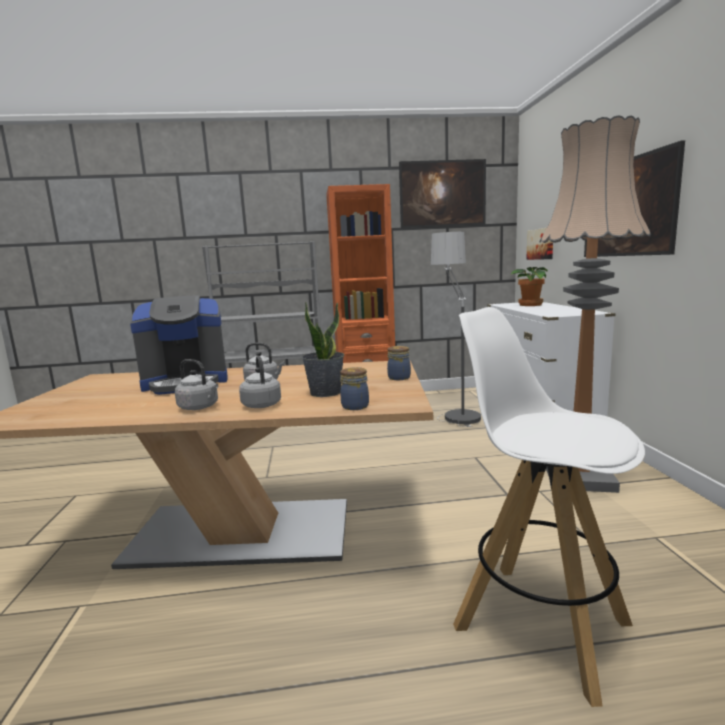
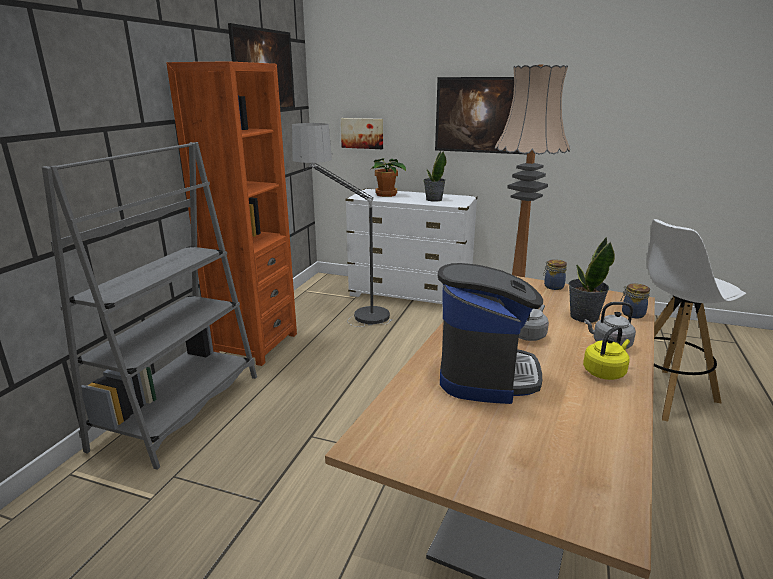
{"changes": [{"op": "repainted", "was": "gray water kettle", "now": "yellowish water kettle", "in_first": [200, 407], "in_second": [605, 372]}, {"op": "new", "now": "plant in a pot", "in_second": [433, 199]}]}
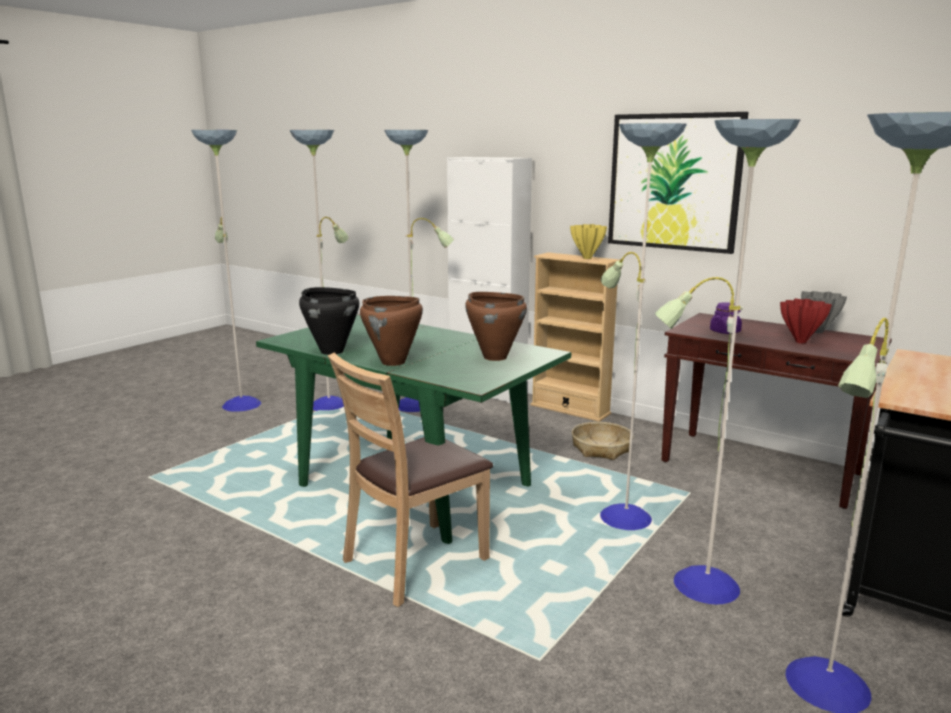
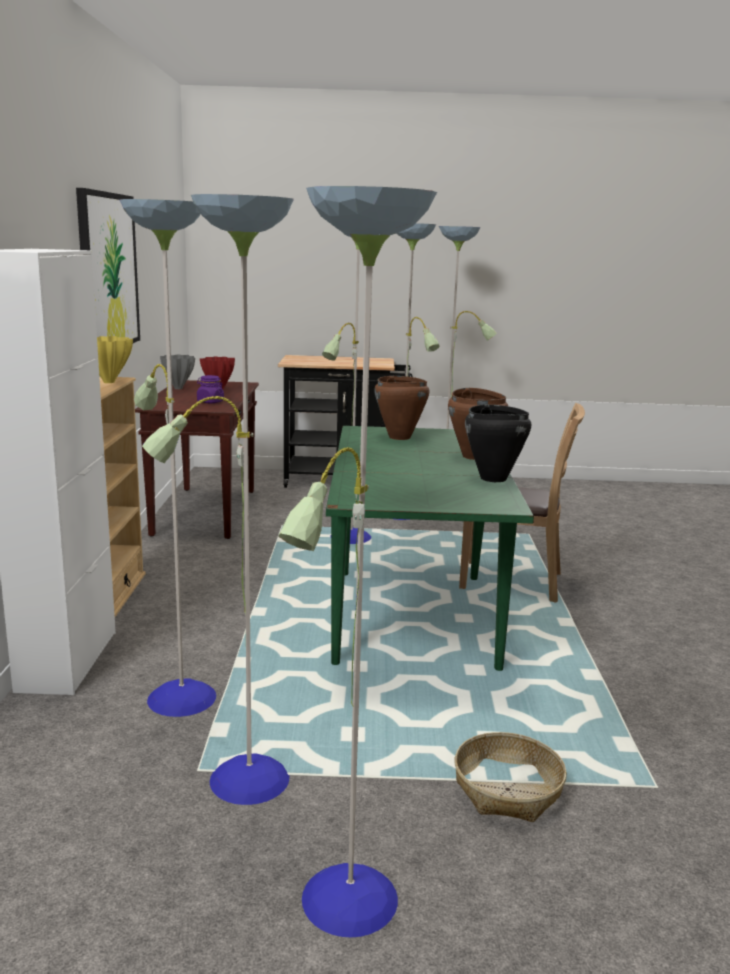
{"changes": [{"op": "shifted", "was": "household basket", "in_first": [601, 448], "in_second": [507, 789]}]}
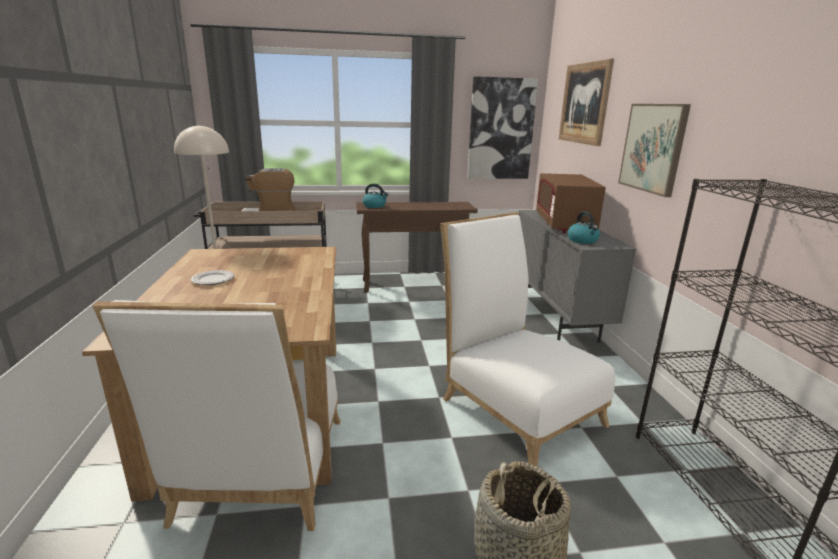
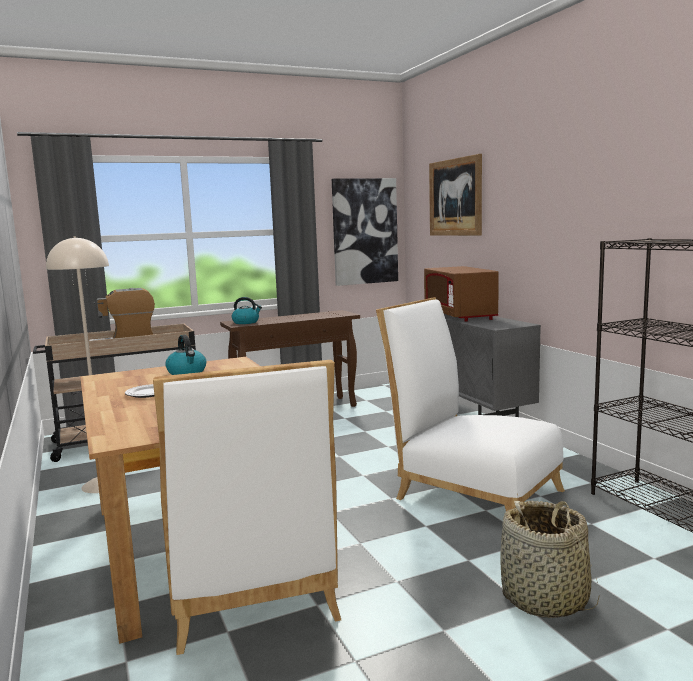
{"changes": [{"op": "gone", "was": "wall picture", "in_first": [653, 148]}, {"op": "shifted", "was": "water kettle", "in_first": [583, 240], "in_second": [187, 372]}]}
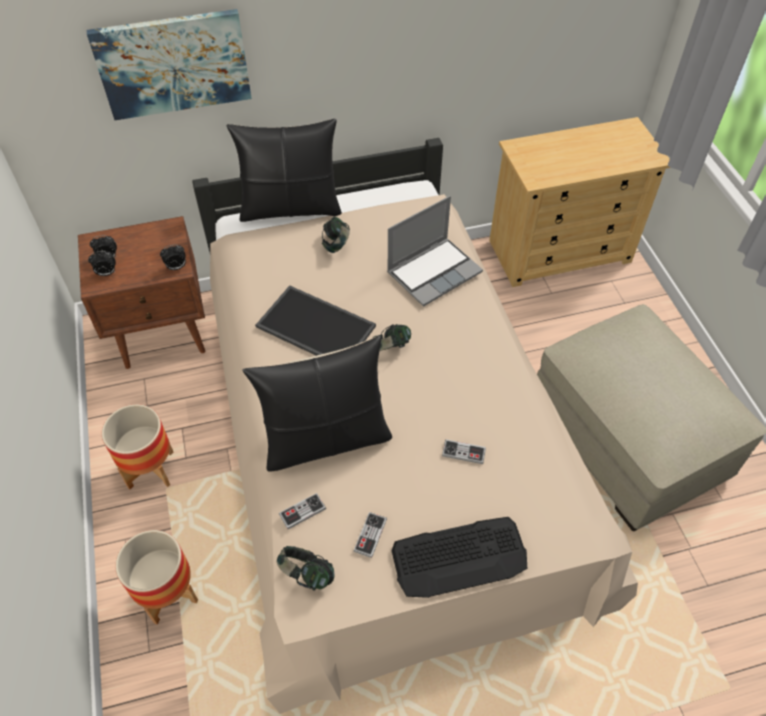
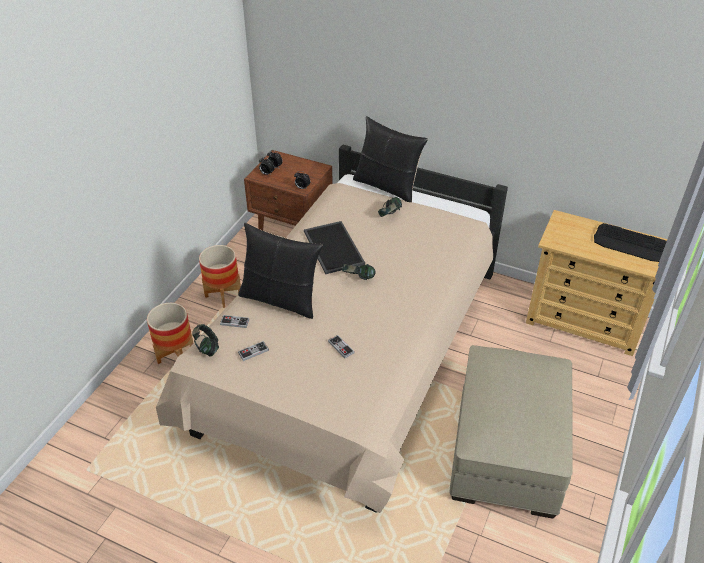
{"changes": [{"op": "gone", "was": "wall picture", "in_first": [173, 64]}, {"op": "gone", "was": "portable computer", "in_first": [434, 271]}, {"op": "shifted", "was": "computer keyboard", "in_first": [460, 557], "in_second": [631, 244]}]}
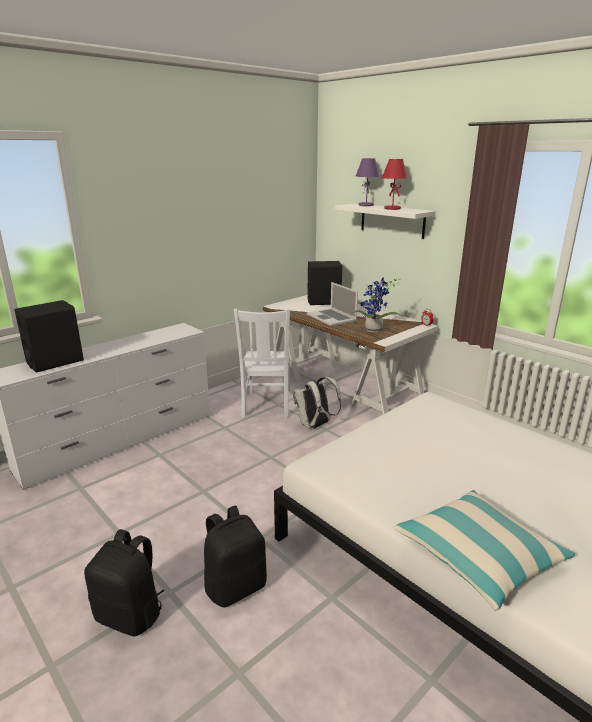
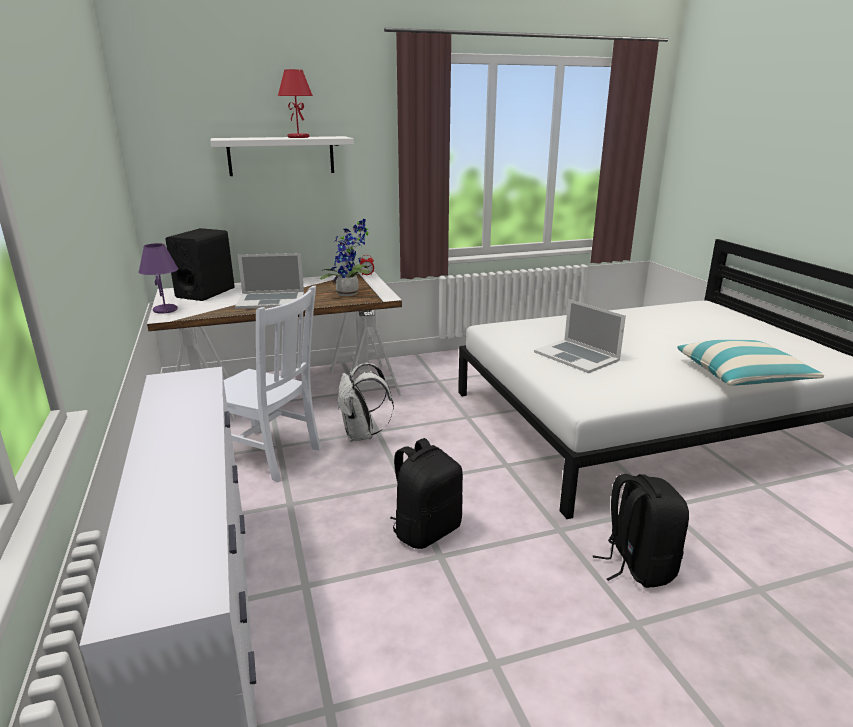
{"changes": [{"op": "shifted", "was": "purple-coloured table lamp", "in_first": [366, 205], "in_second": [166, 310]}, {"op": "gone", "was": "black-coloured audio speaker", "in_first": [55, 362]}, {"op": "shifted", "was": "black-coloured backpack", "in_first": [131, 614], "in_second": [426, 530]}, {"op": "new", "now": "portable computer", "in_second": [576, 356]}]}
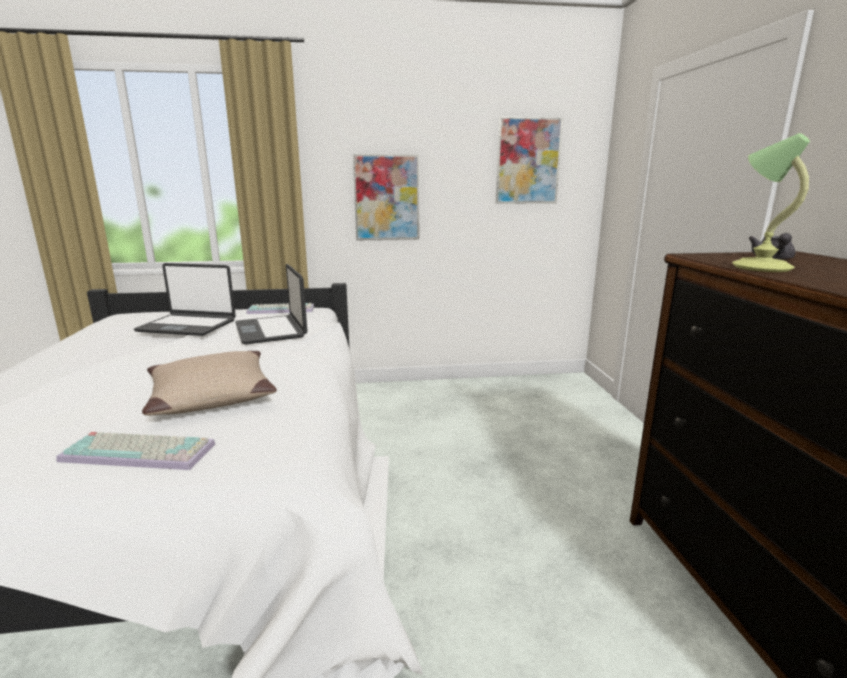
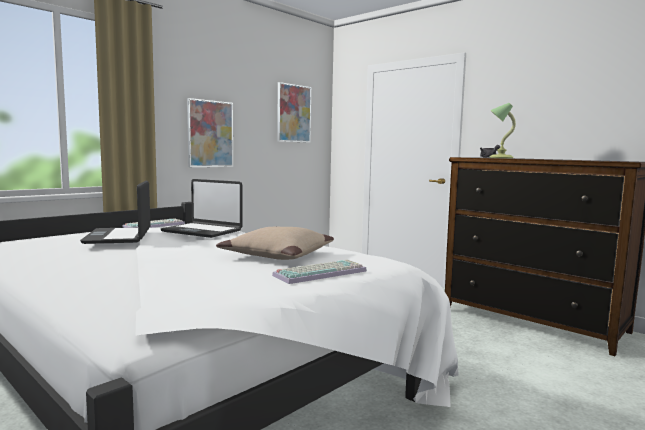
{"changes": [{"op": "rotated", "was": "portable computer", "in_first": [188, 326], "in_second": [119, 237], "clockwise": 105}]}
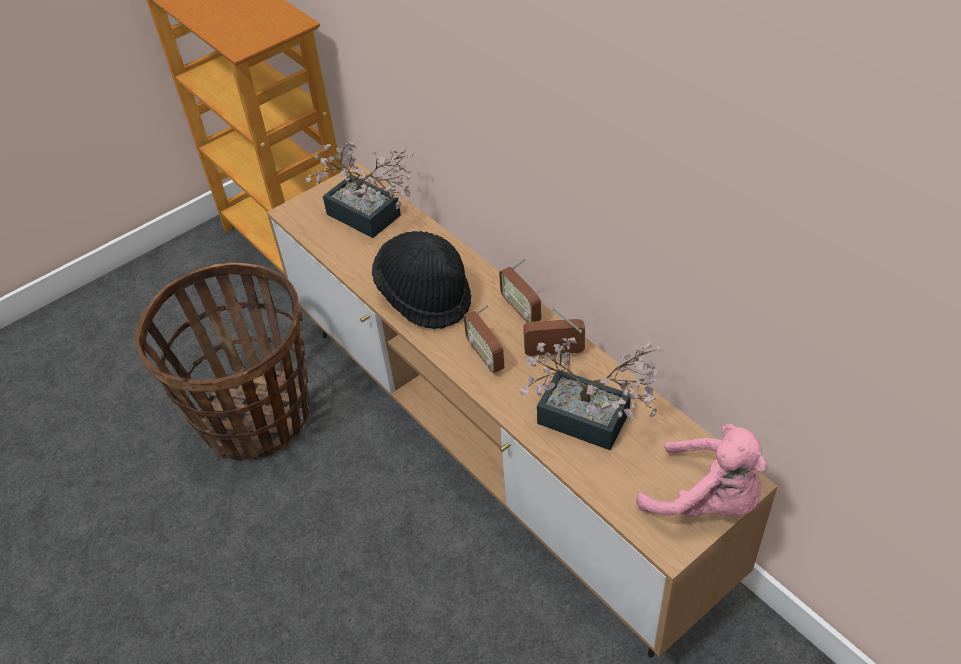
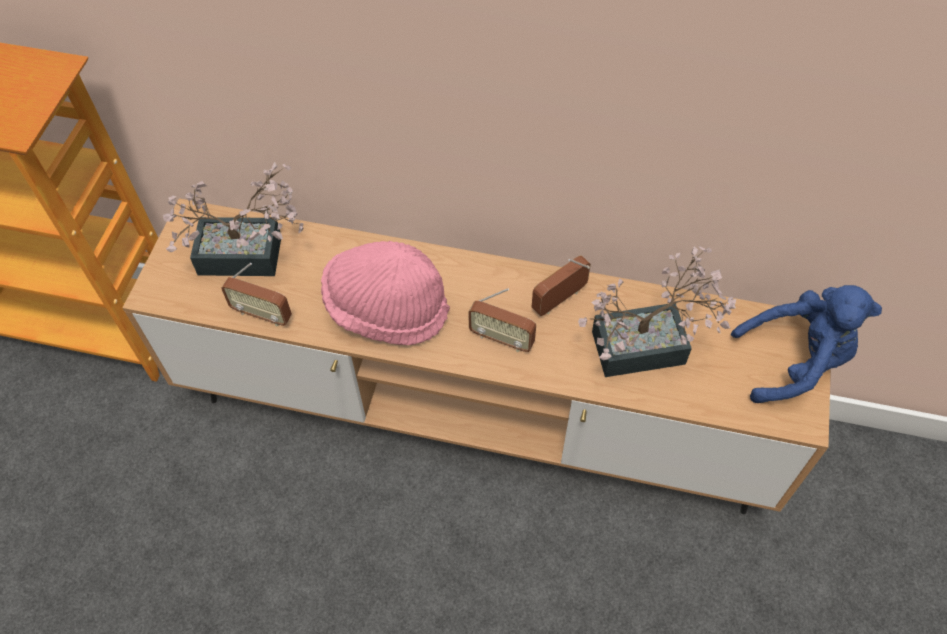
{"changes": [{"op": "repainted", "was": "black-coloured clothing hat", "now": "pinkish clothing hat", "in_first": [425, 295], "in_second": [386, 309]}, {"op": "shifted", "was": "radio set", "in_first": [521, 310], "in_second": [262, 314]}, {"op": "gone", "was": "household basket", "in_first": [256, 418]}, {"op": "repainted", "was": "pinkish soft toy", "now": "blue-coloured soft toy", "in_first": [707, 500], "in_second": [795, 361]}]}
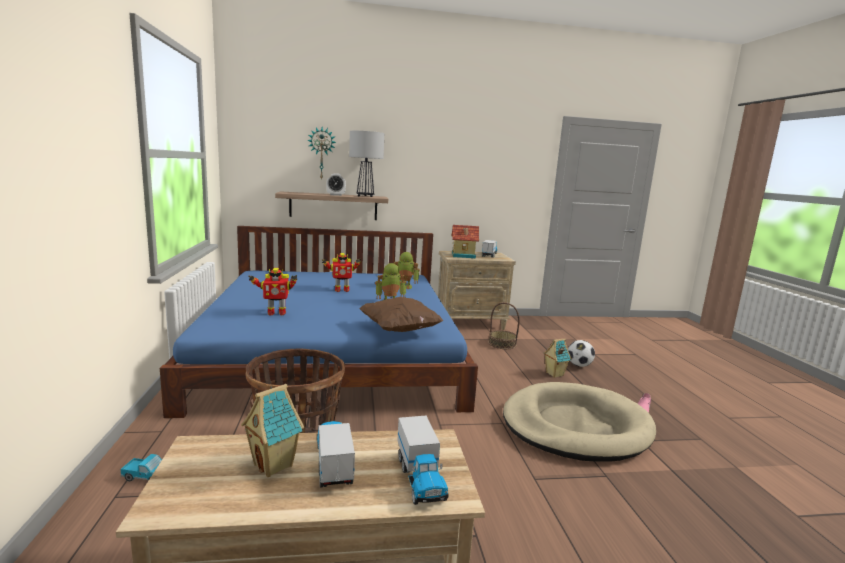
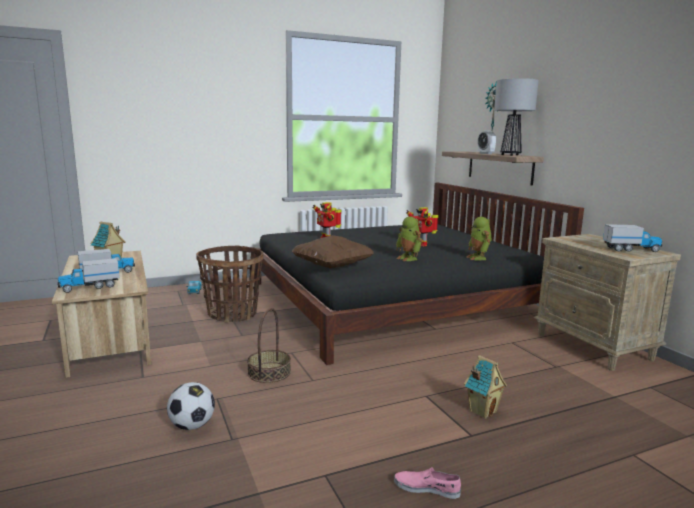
{"changes": [{"op": "gone", "was": "miniature house", "in_first": [463, 255]}, {"op": "repainted", "was": "blue-coloured bed", "now": "black-coloured bed", "in_first": [332, 352], "in_second": [395, 299]}, {"op": "shifted", "was": "household basket", "in_first": [502, 344], "in_second": [269, 372]}, {"op": "shifted", "was": "ball for football", "in_first": [579, 365], "in_second": [192, 426]}, {"op": "gone", "was": "beige-coloured dog bed", "in_first": [575, 426]}]}
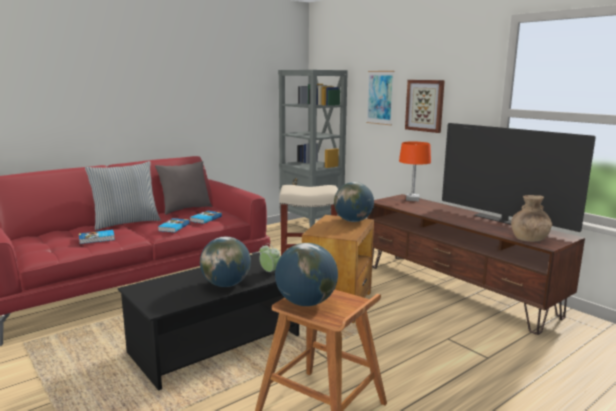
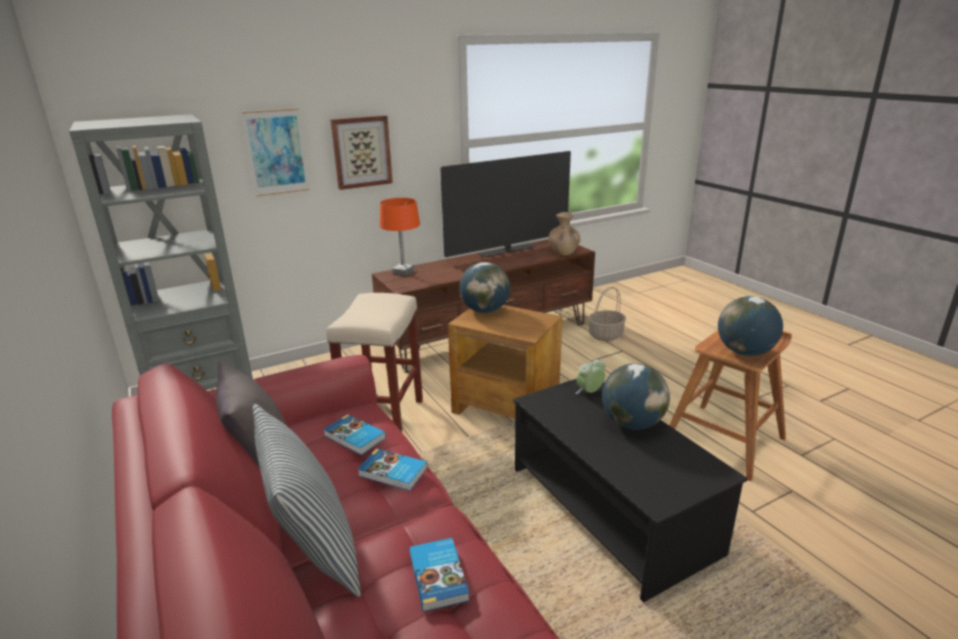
{"changes": [{"op": "new", "now": "household basket", "in_second": [605, 335]}]}
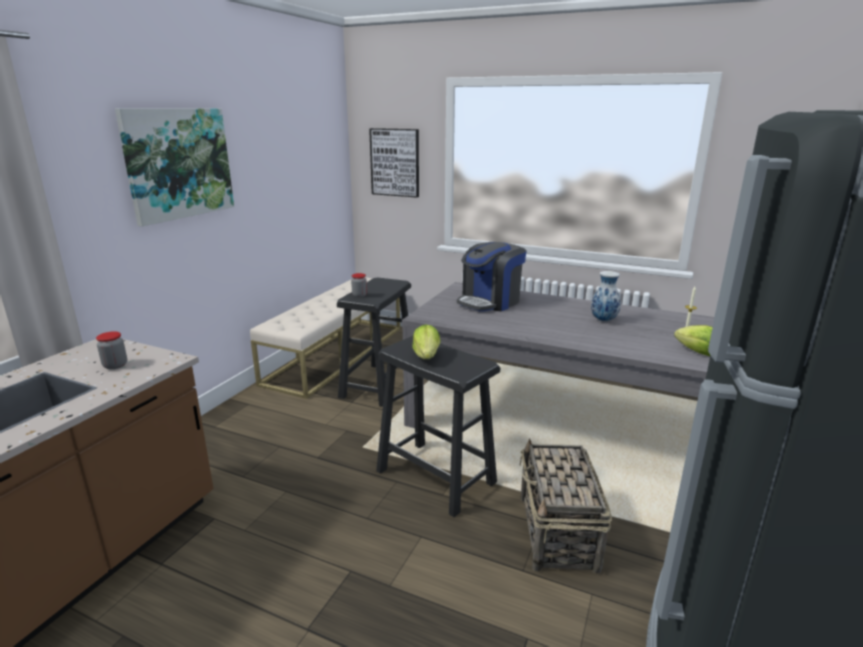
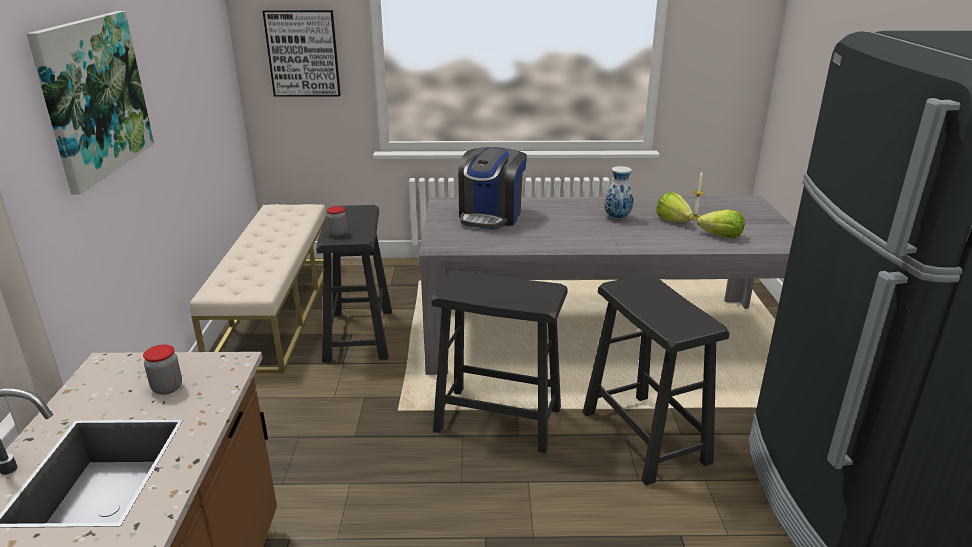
{"changes": [{"op": "shifted", "was": "lettuce", "in_first": [426, 356], "in_second": [673, 220]}, {"op": "swapped", "was": "household basket", "now": "black-coloured stool", "in_first": [557, 533], "in_second": [645, 437]}]}
